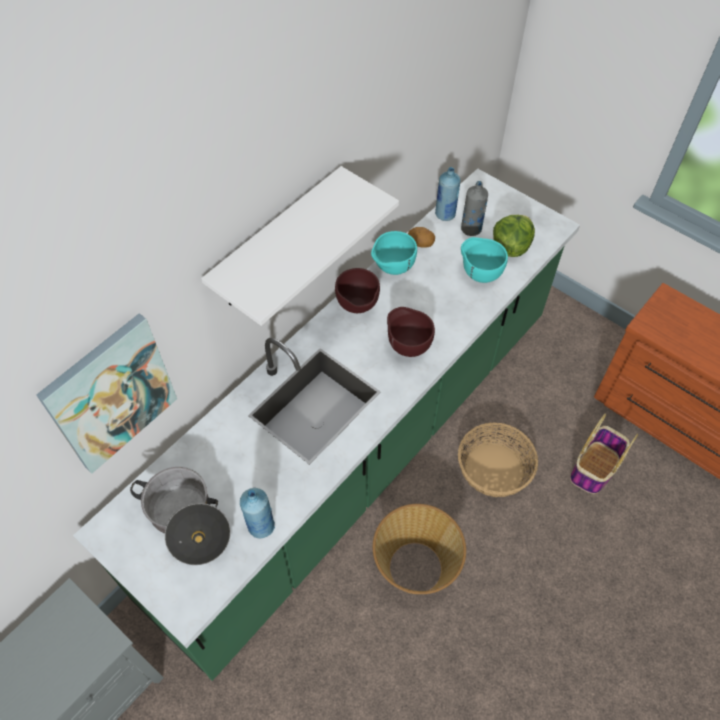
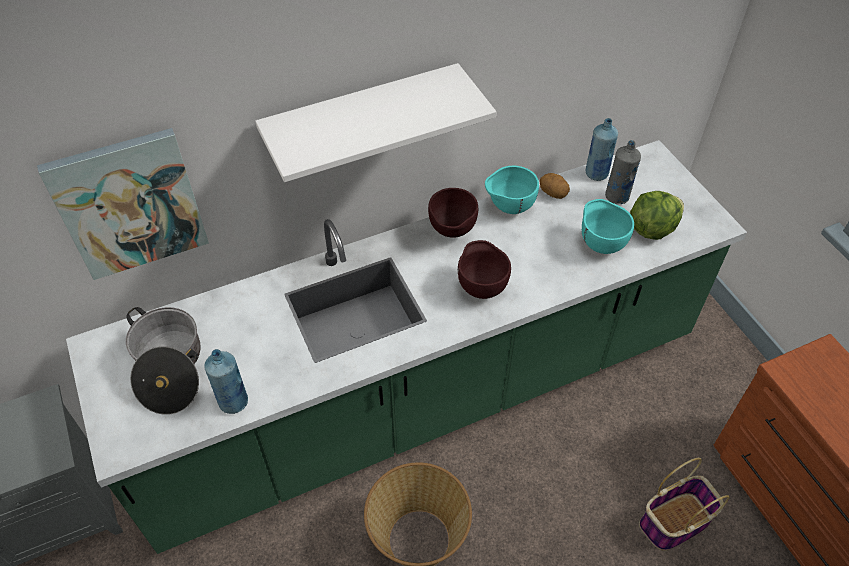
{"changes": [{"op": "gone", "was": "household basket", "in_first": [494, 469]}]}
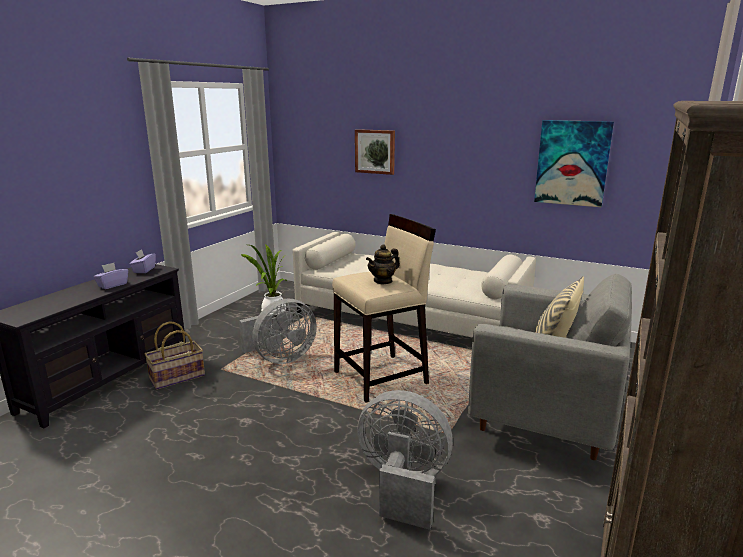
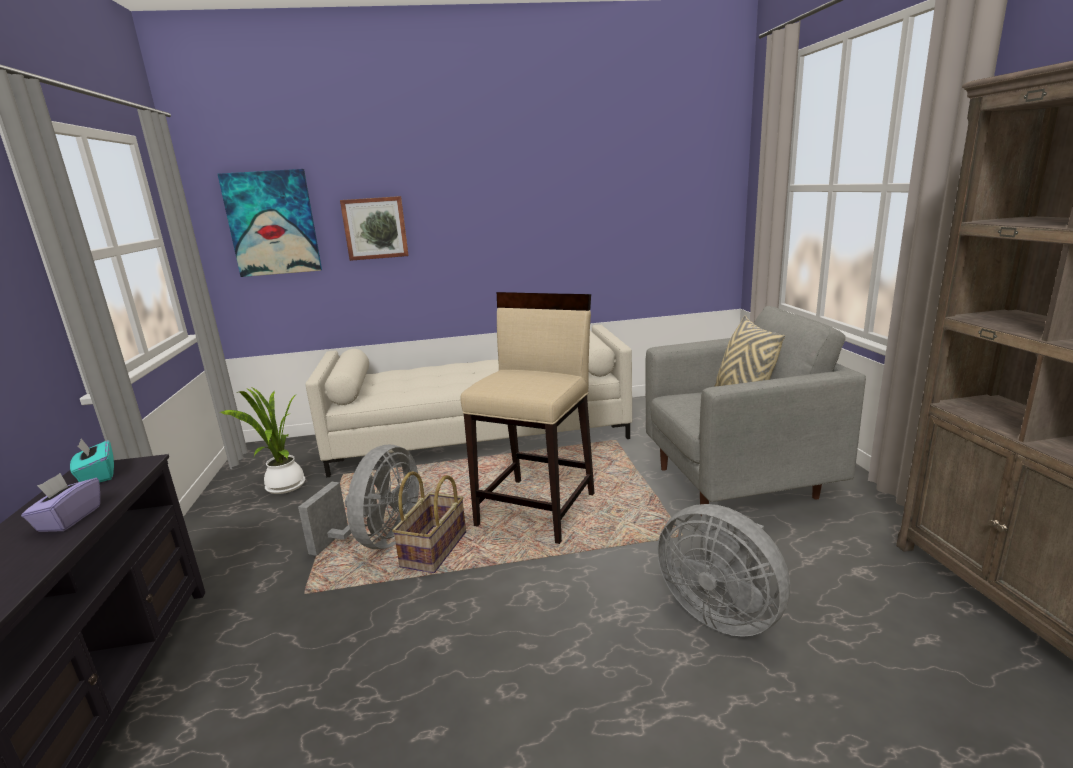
{"changes": [{"op": "shifted", "was": "wall picture", "in_first": [572, 163], "in_second": [272, 223]}, {"op": "gone", "was": "teapot", "in_first": [383, 281]}, {"op": "repainted", "was": "purple-coloured tissue holder", "now": "turquoise tissue holder", "in_first": [144, 270], "in_second": [97, 476]}, {"op": "shifted", "was": "household basket", "in_first": [177, 378], "in_second": [435, 550]}, {"op": "rotated", "was": "gray fan", "in_first": [402, 485], "in_second": [720, 612], "clockwise": -120}]}
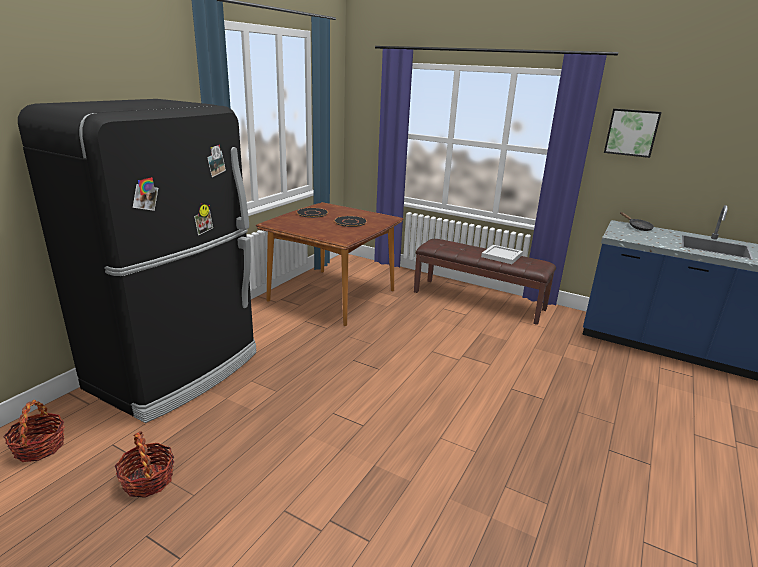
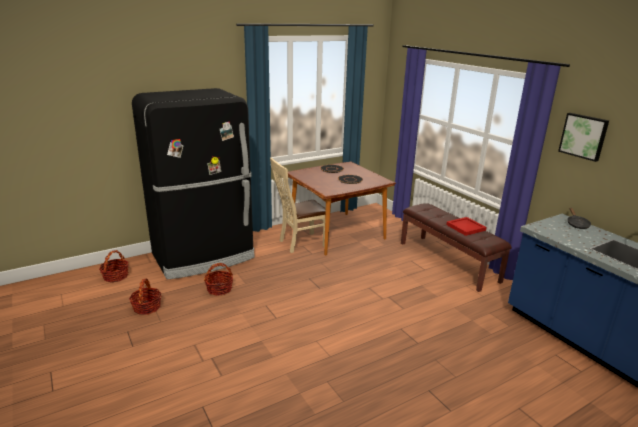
{"changes": [{"op": "repainted", "was": "whitish tray", "now": "red tray", "in_first": [501, 256], "in_second": [465, 227]}, {"op": "new", "now": "beige-coloured chair", "in_second": [299, 243]}, {"op": "new", "now": "household basket", "in_second": [219, 289]}]}
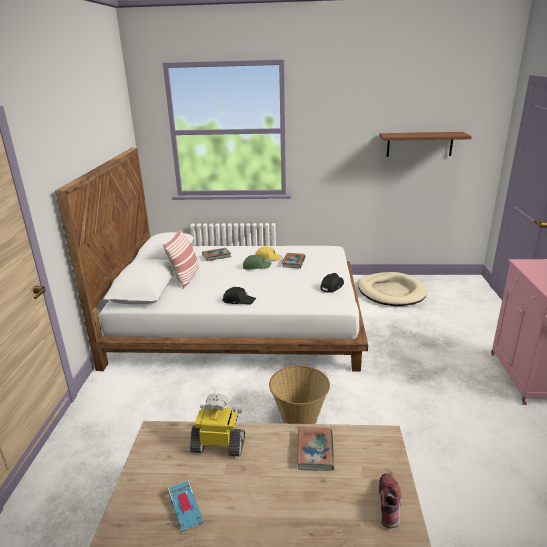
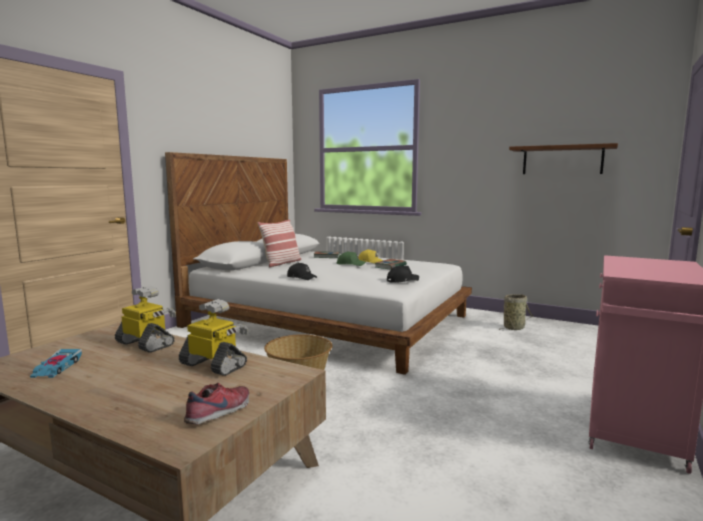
{"changes": [{"op": "swapped", "was": "beige-coloured dog bed", "now": "household basket", "in_first": [391, 292], "in_second": [514, 328]}, {"op": "swapped", "was": "volume", "now": "model robot", "in_first": [315, 451], "in_second": [214, 365]}]}
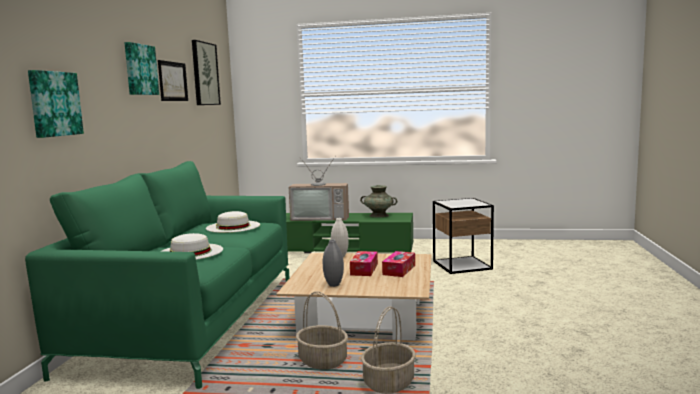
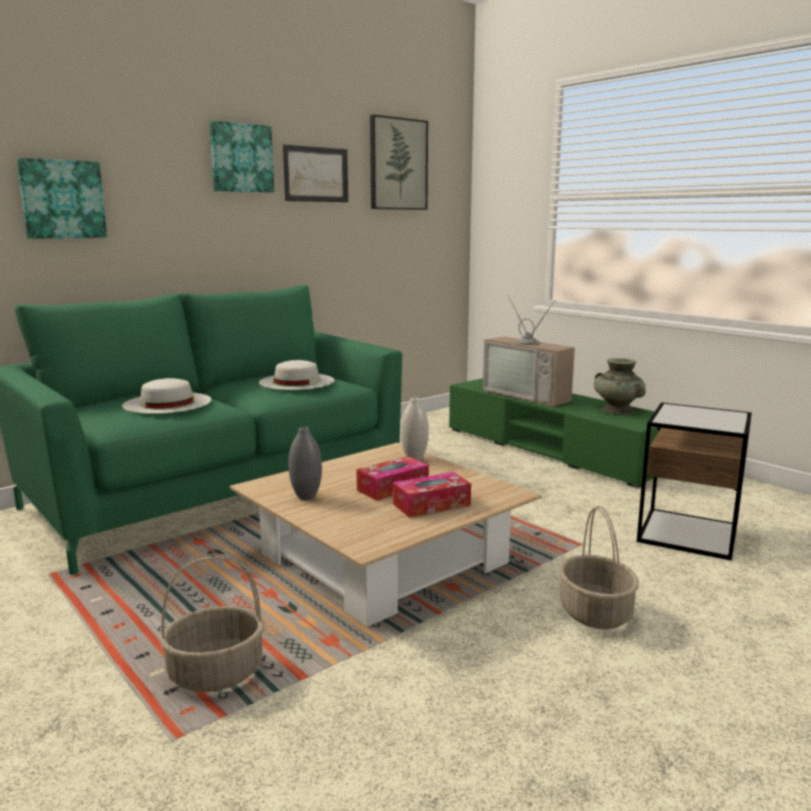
{"changes": [{"op": "shifted", "was": "household basket", "in_first": [323, 361], "in_second": [596, 613]}]}
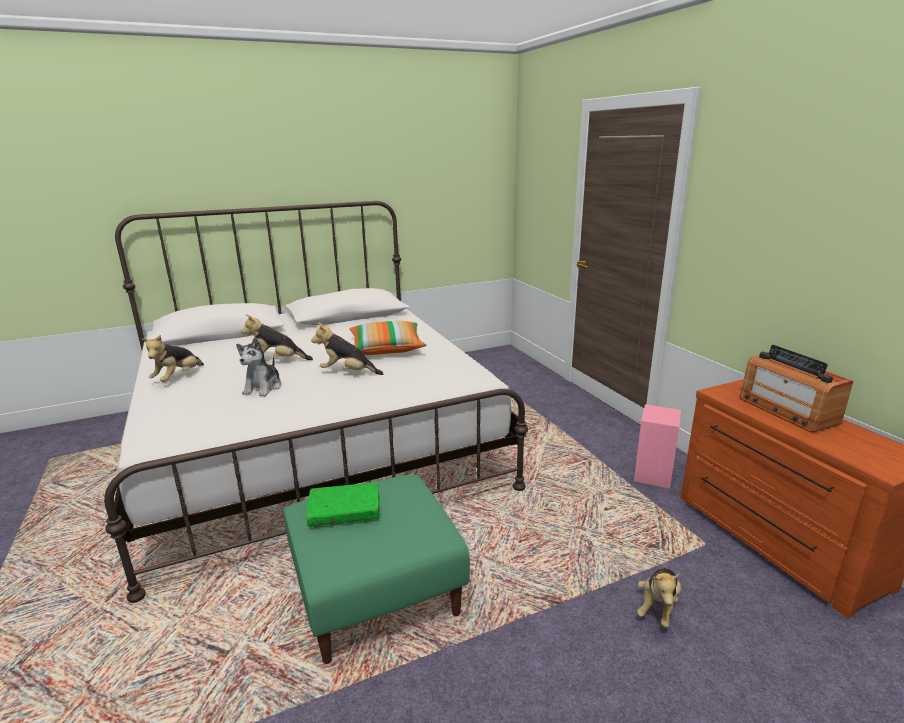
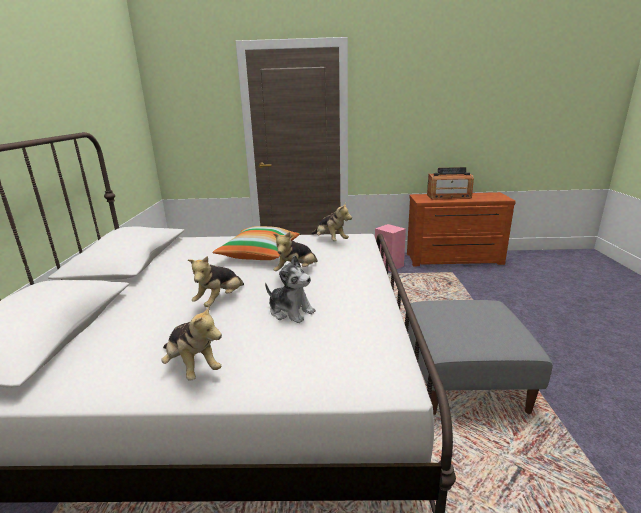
{"changes": [{"op": "repainted", "was": "green ottoman", "now": "gray ottoman", "in_first": [377, 592], "in_second": [463, 379]}, {"op": "gone", "was": "green volume", "in_first": [345, 511]}, {"op": "shifted", "was": "soft toy", "in_first": [658, 607], "in_second": [330, 240]}]}
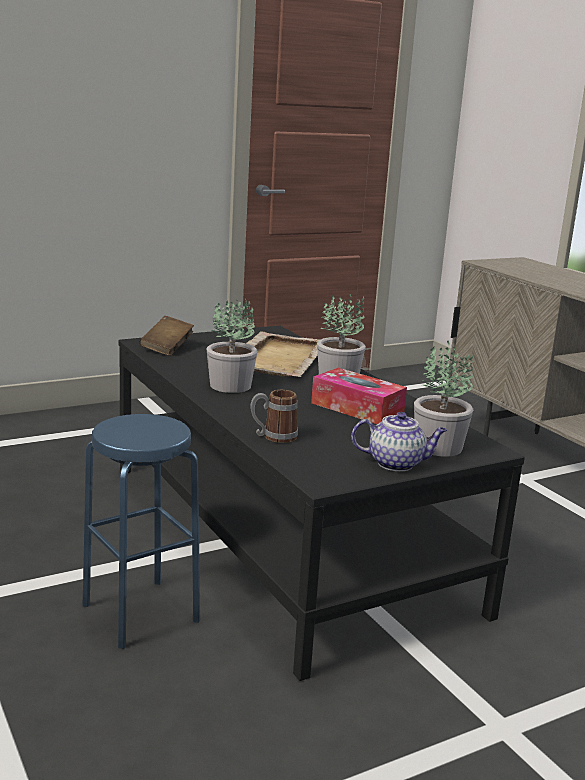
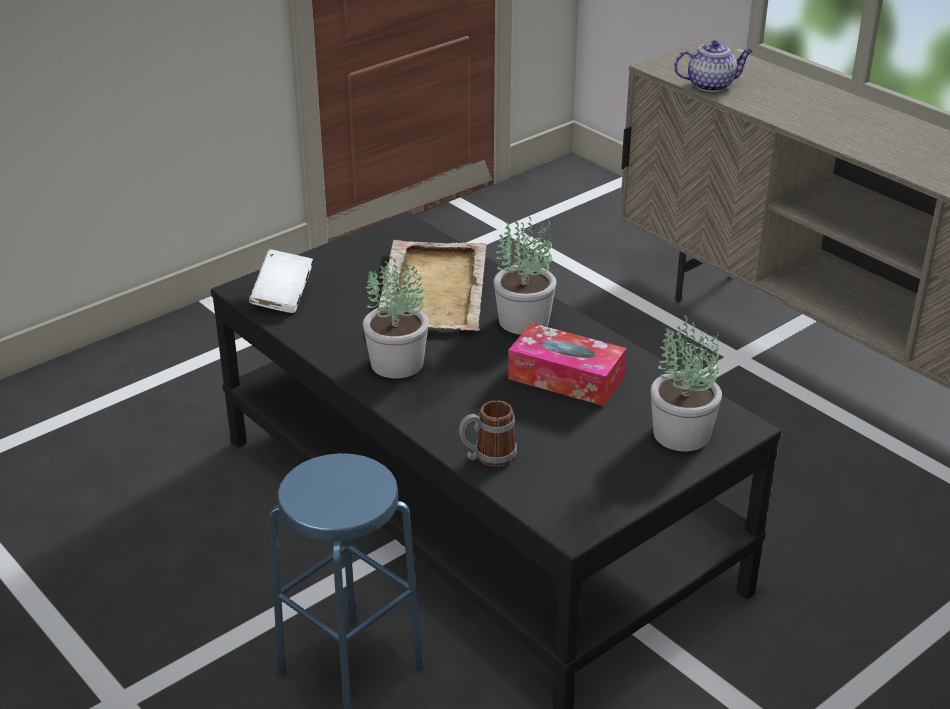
{"changes": [{"op": "repainted", "was": "brownish volume", "now": "whitish volume", "in_first": [167, 348], "in_second": [283, 296]}, {"op": "shifted", "was": "teapot", "in_first": [397, 463], "in_second": [711, 85]}]}
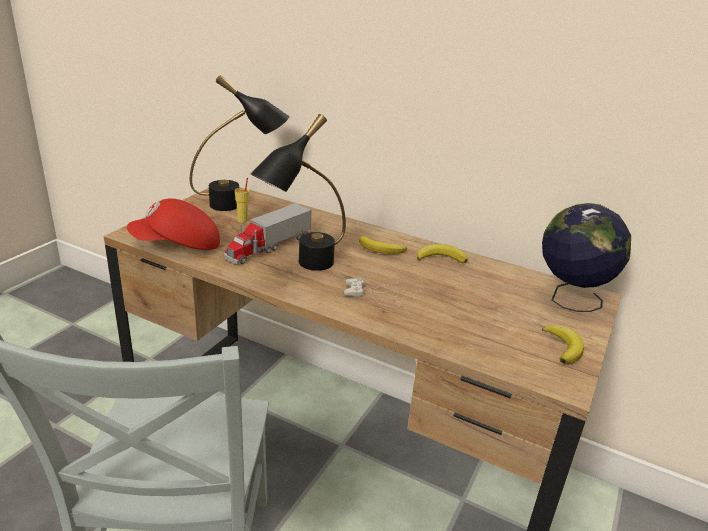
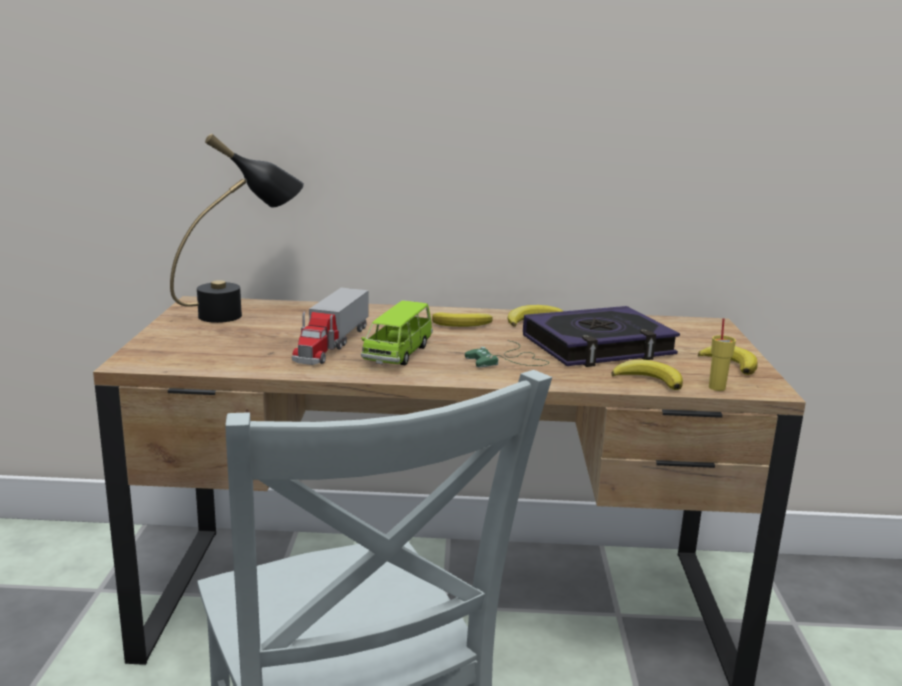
{"changes": [{"op": "swapped", "was": "black-coloured table lamp", "now": "green model car", "in_first": [302, 267], "in_second": [398, 354]}, {"op": "shifted", "was": "yellowish small cup", "in_first": [243, 220], "in_second": [717, 387]}, {"op": "gone", "was": "red baseball cap", "in_first": [177, 245]}, {"op": "gone", "was": "globe", "in_first": [570, 300]}, {"op": "repainted", "was": "whitish joypad", "now": "green joypad", "in_first": [376, 294], "in_second": [509, 361]}, {"op": "new", "now": "volume", "in_second": [598, 346]}, {"op": "new", "now": "whole banana", "in_second": [649, 379]}]}
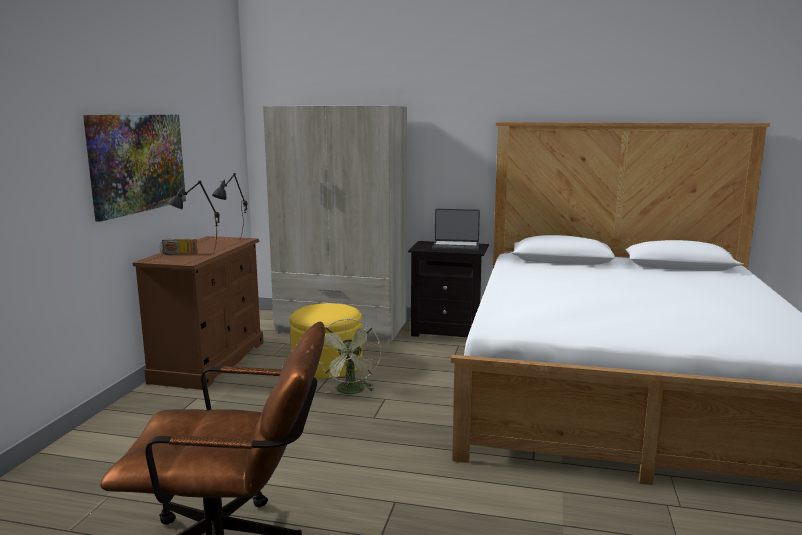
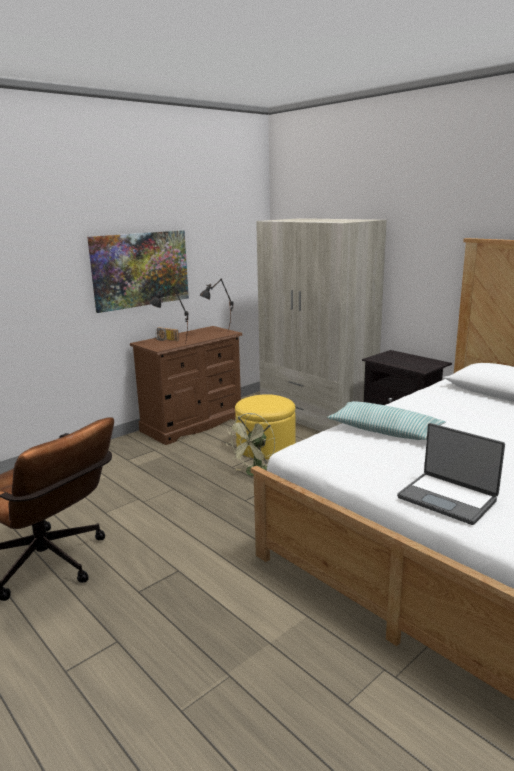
{"changes": [{"op": "shifted", "was": "portable computer", "in_first": [456, 247], "in_second": [448, 498]}, {"op": "new", "now": "cushion", "in_second": [384, 431]}]}
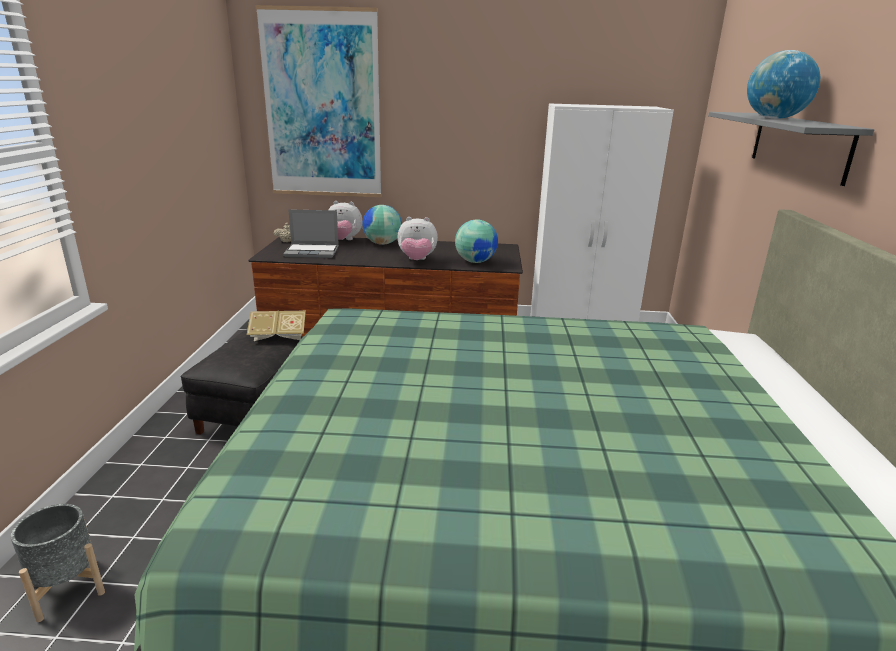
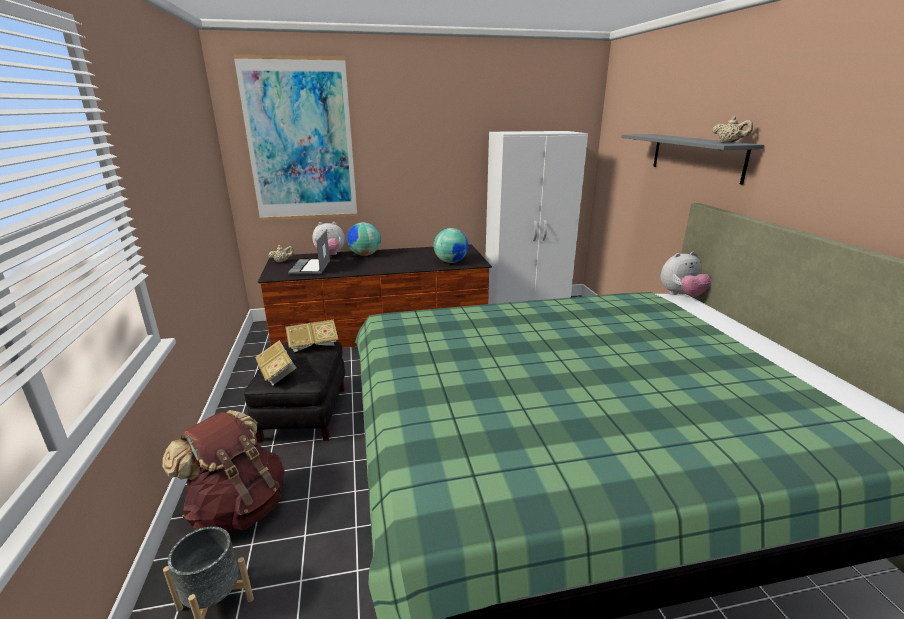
{"changes": [{"op": "gone", "was": "globe", "in_first": [774, 118]}, {"op": "rotated", "was": "portable computer", "in_first": [313, 252], "in_second": [311, 268], "clockwise": 105}, {"op": "shifted", "was": "soft toy", "in_first": [417, 260], "in_second": [681, 295]}, {"op": "new", "now": "beige-coloured teapot", "in_second": [729, 142]}, {"op": "new", "now": "volume", "in_second": [277, 373]}, {"op": "new", "now": "brownish backpack", "in_second": [238, 508]}]}
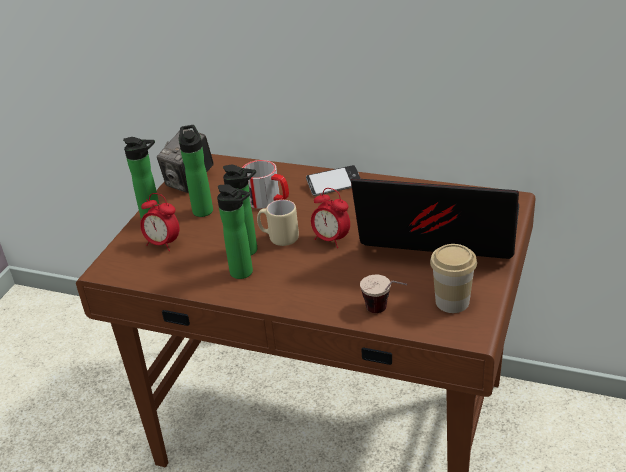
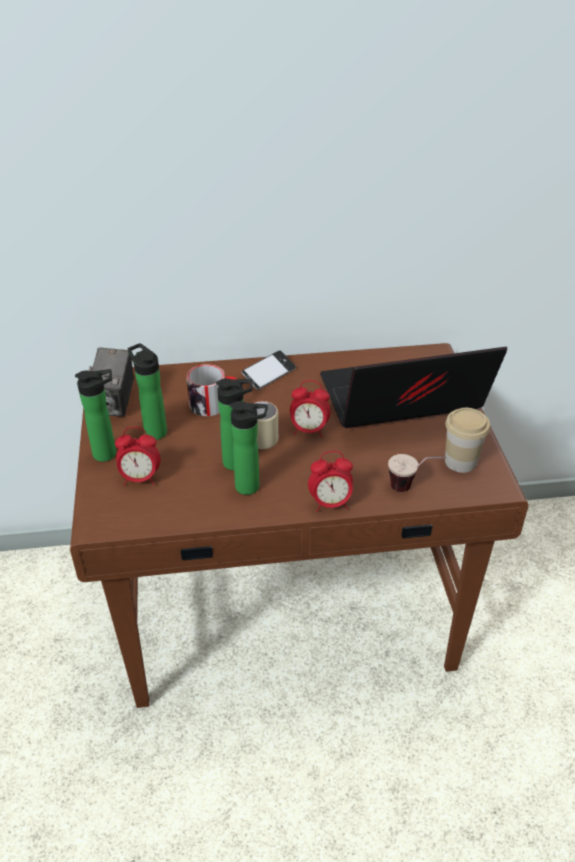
{"changes": [{"op": "new", "now": "bedside clock", "in_second": [330, 503]}]}
